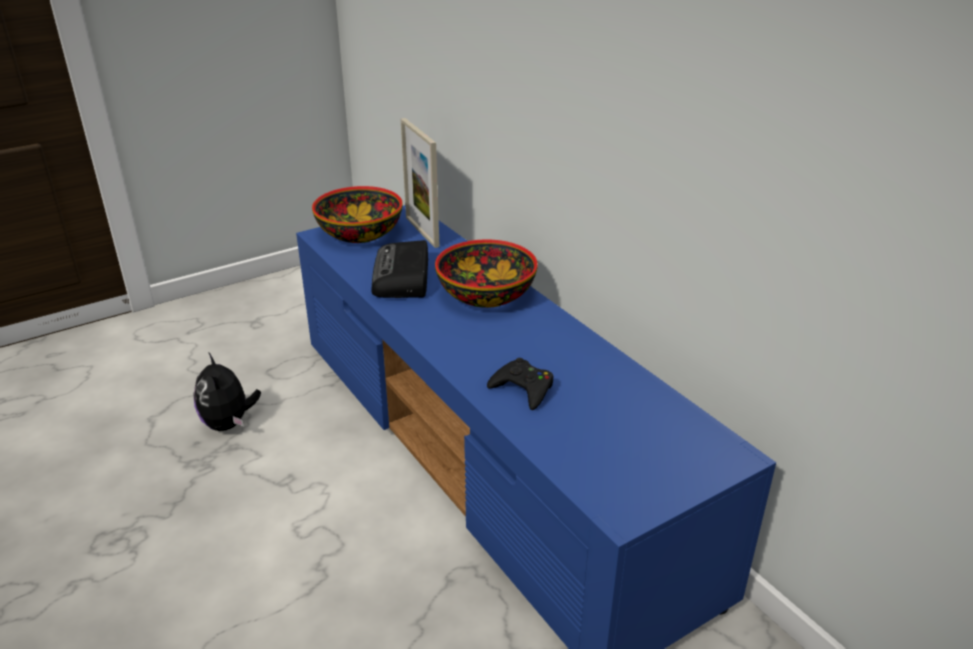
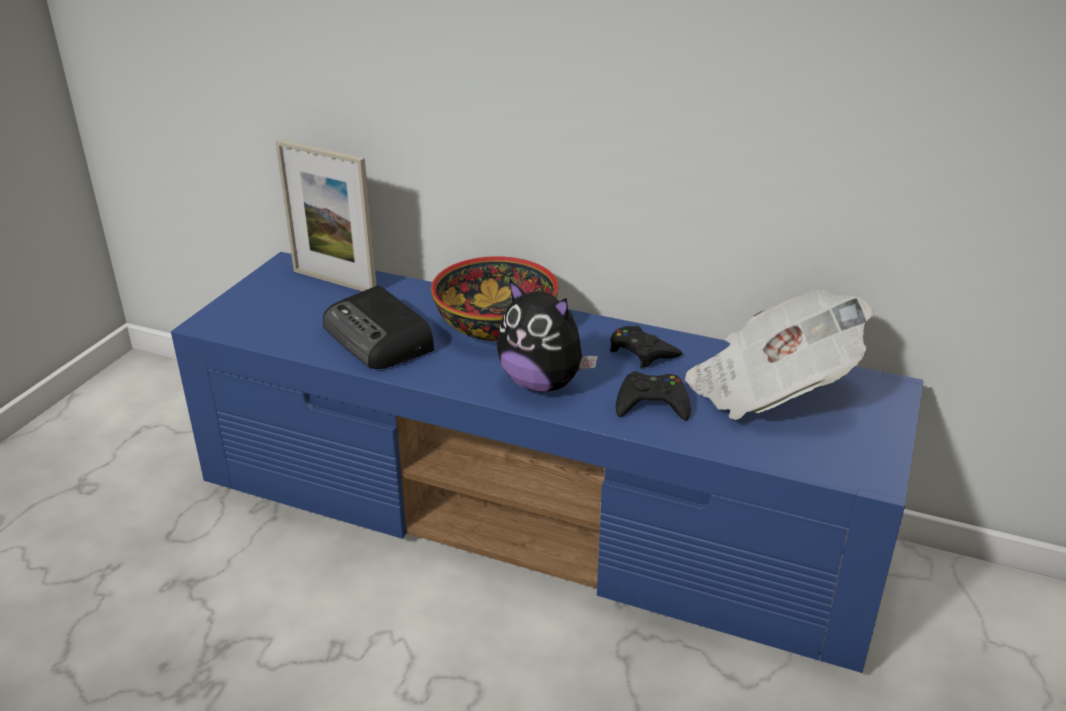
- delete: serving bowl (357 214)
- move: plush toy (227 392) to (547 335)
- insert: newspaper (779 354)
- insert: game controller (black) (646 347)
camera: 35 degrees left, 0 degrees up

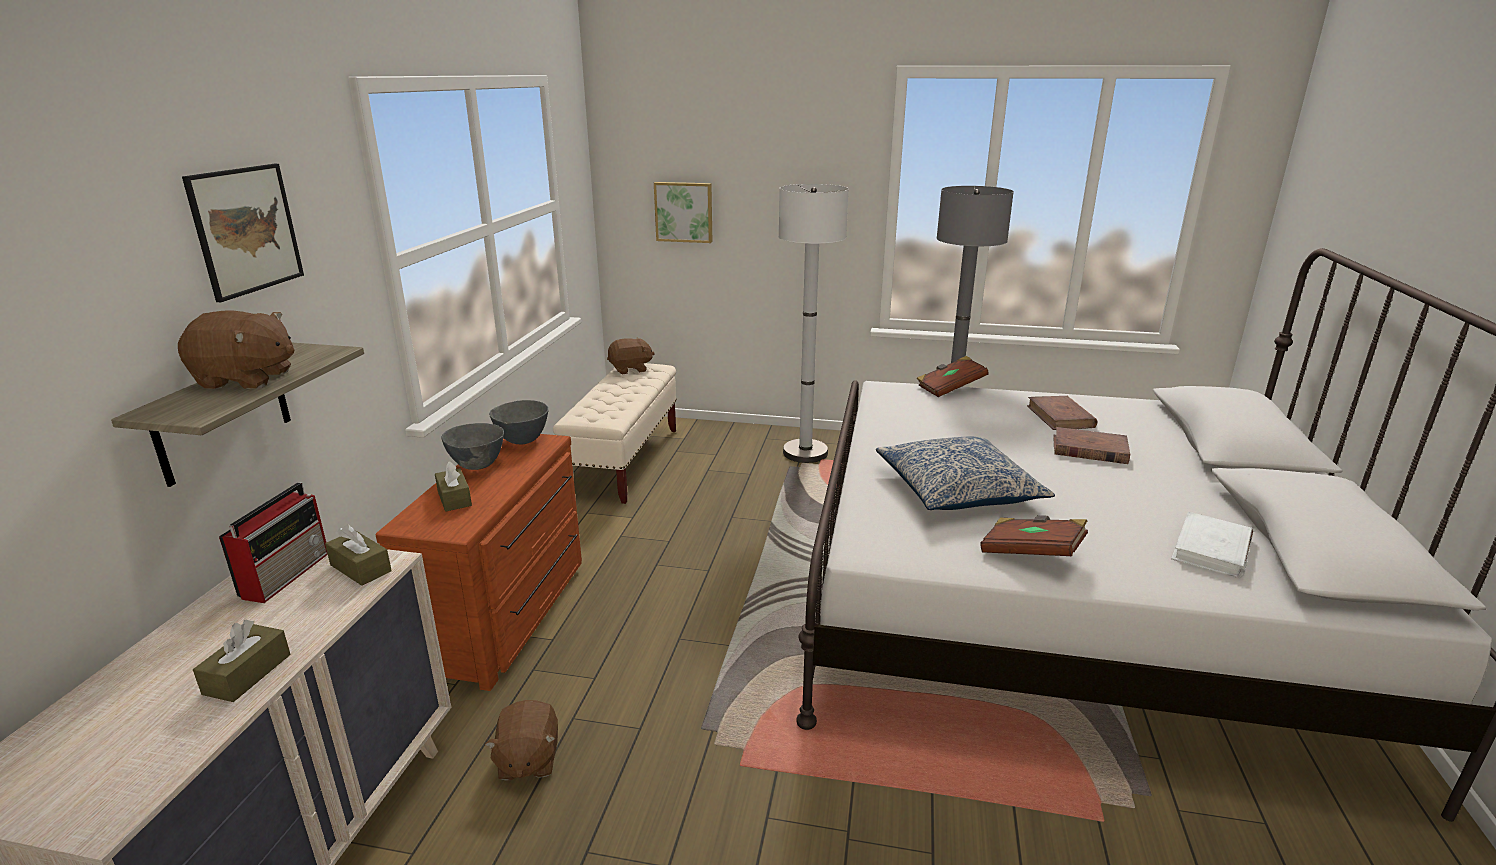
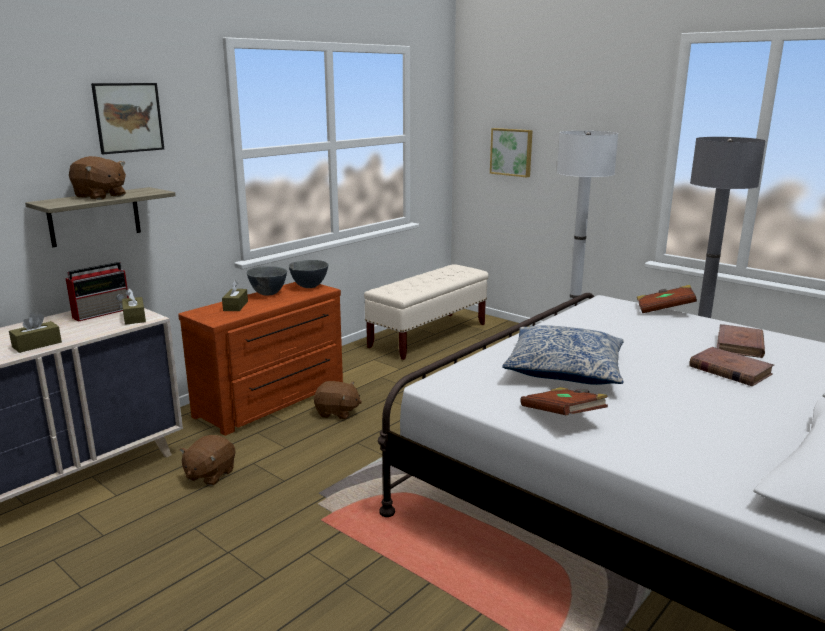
- move: plush toy (brown-coloured) (631 356) to (338 400)
- delete: bound book (white) (1212 545)
camera: 30 degrees right, 5 degrees down

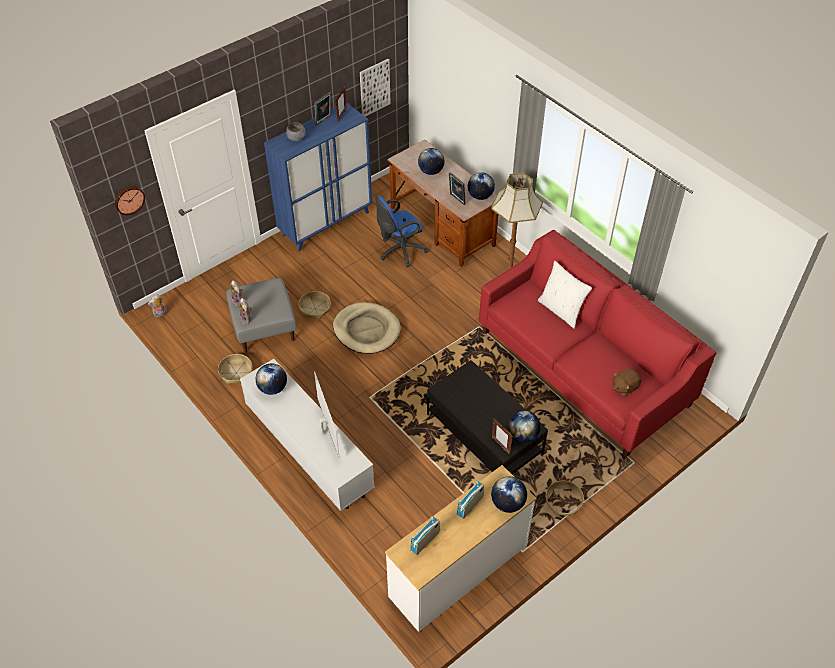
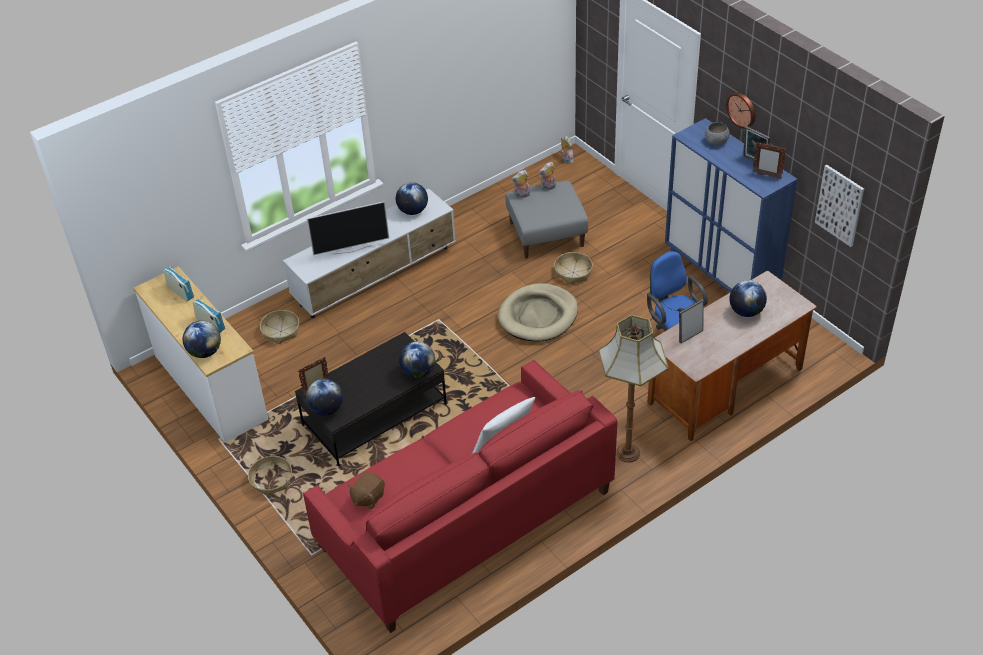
- move: world globe (481 186) to (417 359)
- move: clock on the wall (130 200) to (740 111)
- move: storage basket (235 369) to (279 327)
- rotate: plush toy (brown-coloured) (627 382) = (366 490) 120 degrees counterclockwise
camera: 95 degrees right, 5 degrees down

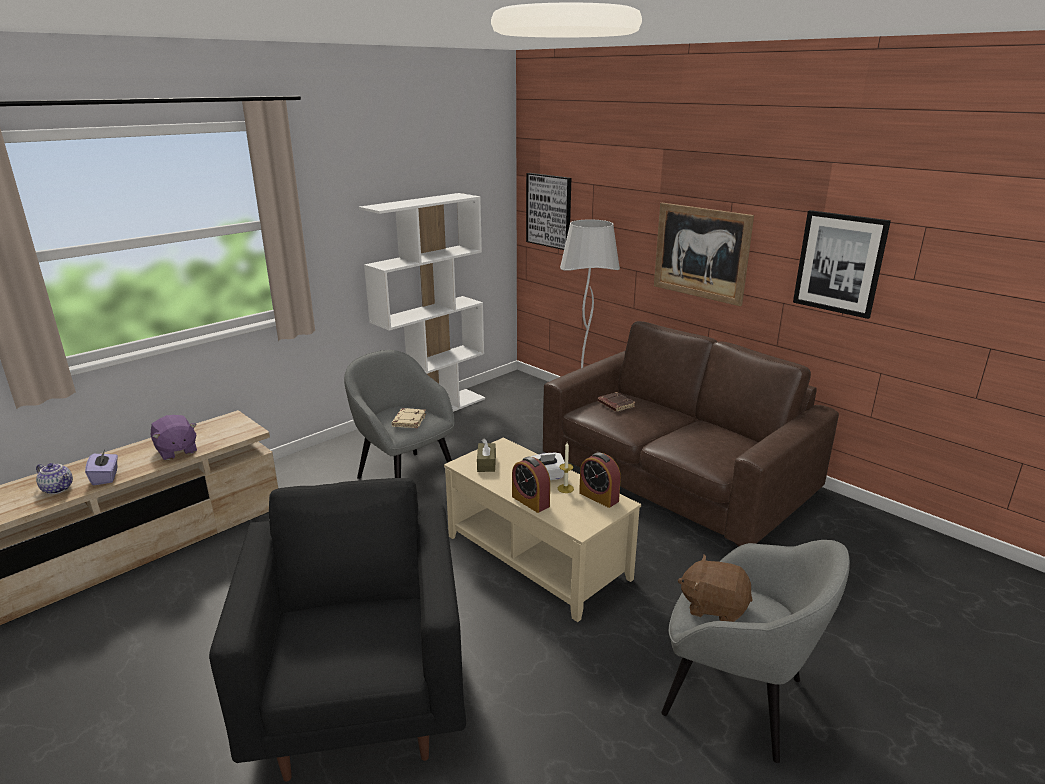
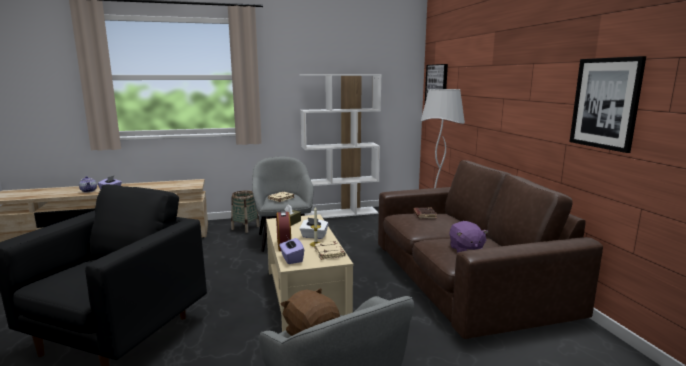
- delete: picture (704 254)
- move: plush toy (purplish) (174 437) to (468 237)
- replace: bedside clock (600 480) to bound book (beige-coloured) (330 250)
- insert: storage basket (245 212)
- insert: tissue holder (purplish) (291 251)
camera: 30 degrees right, 10 degrees down

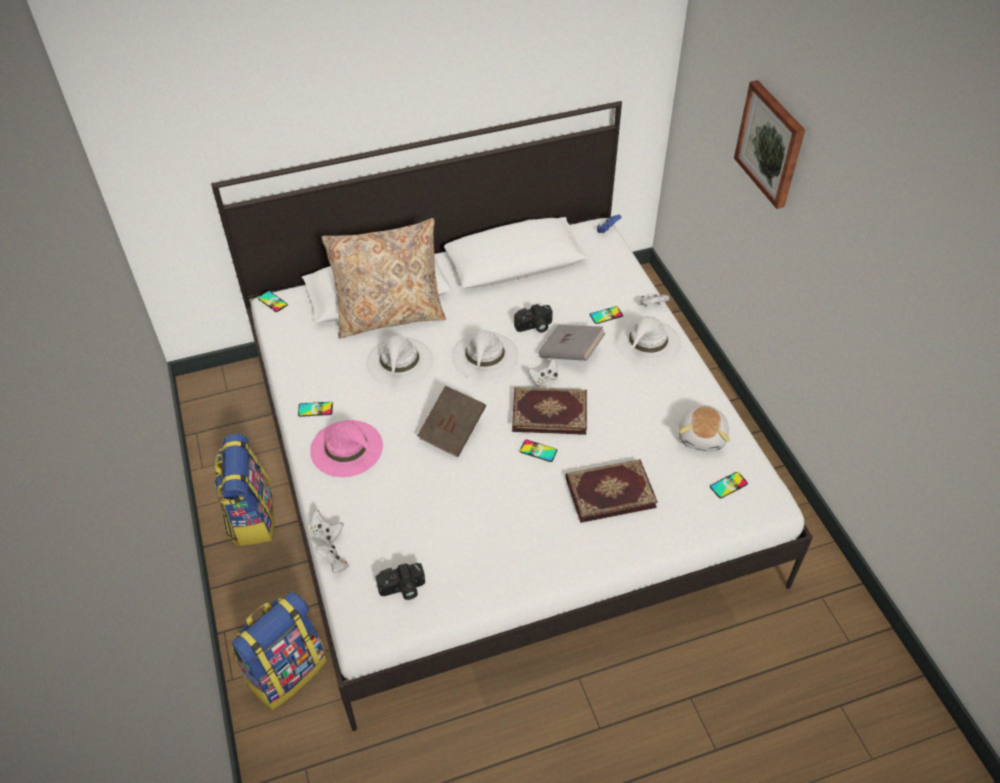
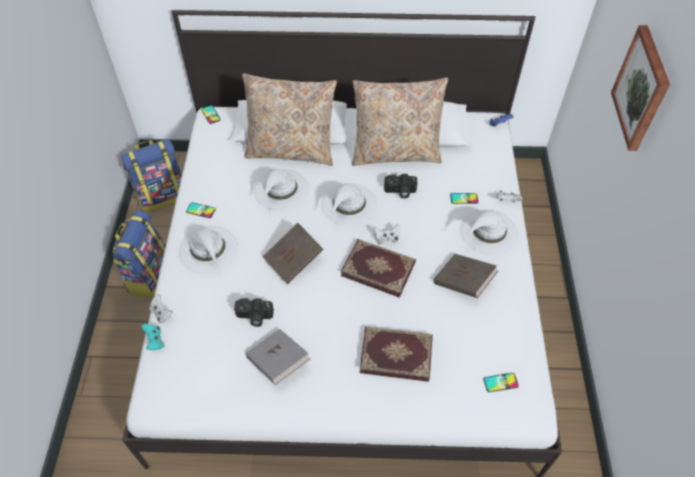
- move: bound book (grey) (572 343) to (278 357)
- delete: plush toy (703 428)
- recolor: clothing hat (pink) (346 448) to clothing hat (white) (208 250)
- delete: phone (538 450)
- recolor: game controller (white) (331 559) to game controller (turquoise-coloured) (152 337)
- move: still camera (400 581) to (254 312)
- move: knapsack (278 651) to (151 176)
- insert: pillow (beige-coloured) (400 122)
- insert: bound book (brown-coloured) (466 276)
camera: 20 degrees right, 5 degrees up

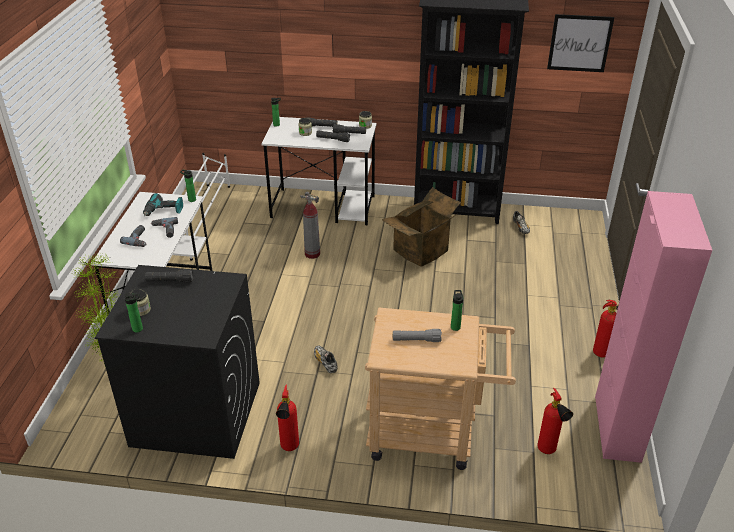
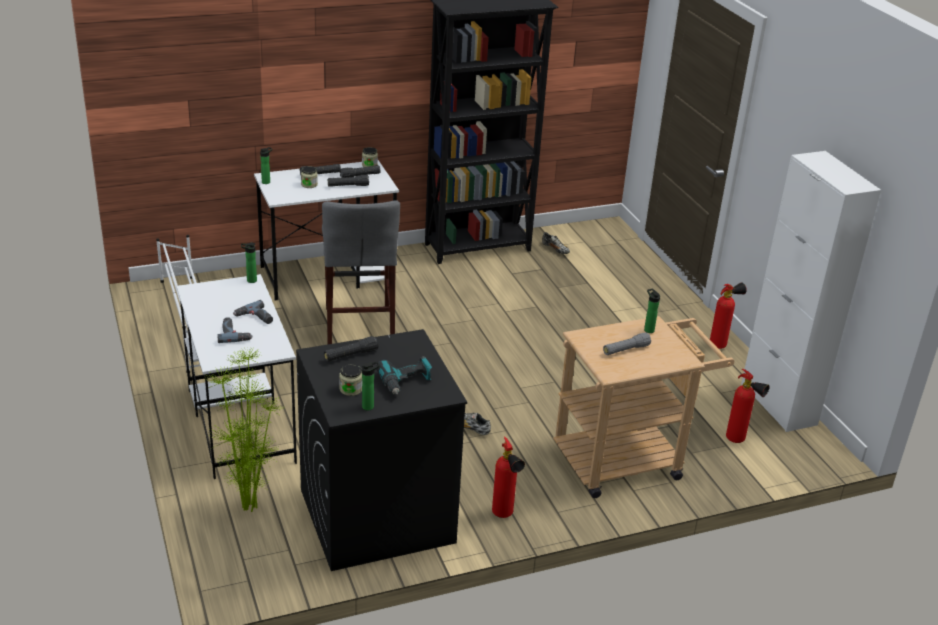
- delete: picture (580 43)
- delete: carton (421 227)
- recolor: storage cabinet (pink) (653 327) to storage cabinet (white) (811 291)
- replace: fire-fighting cylinder (310 225) to sitting stool (grey) (361 272)
- move: drill (163 204) to (404 375)
camera: 30 degrees left, 5 degrees down

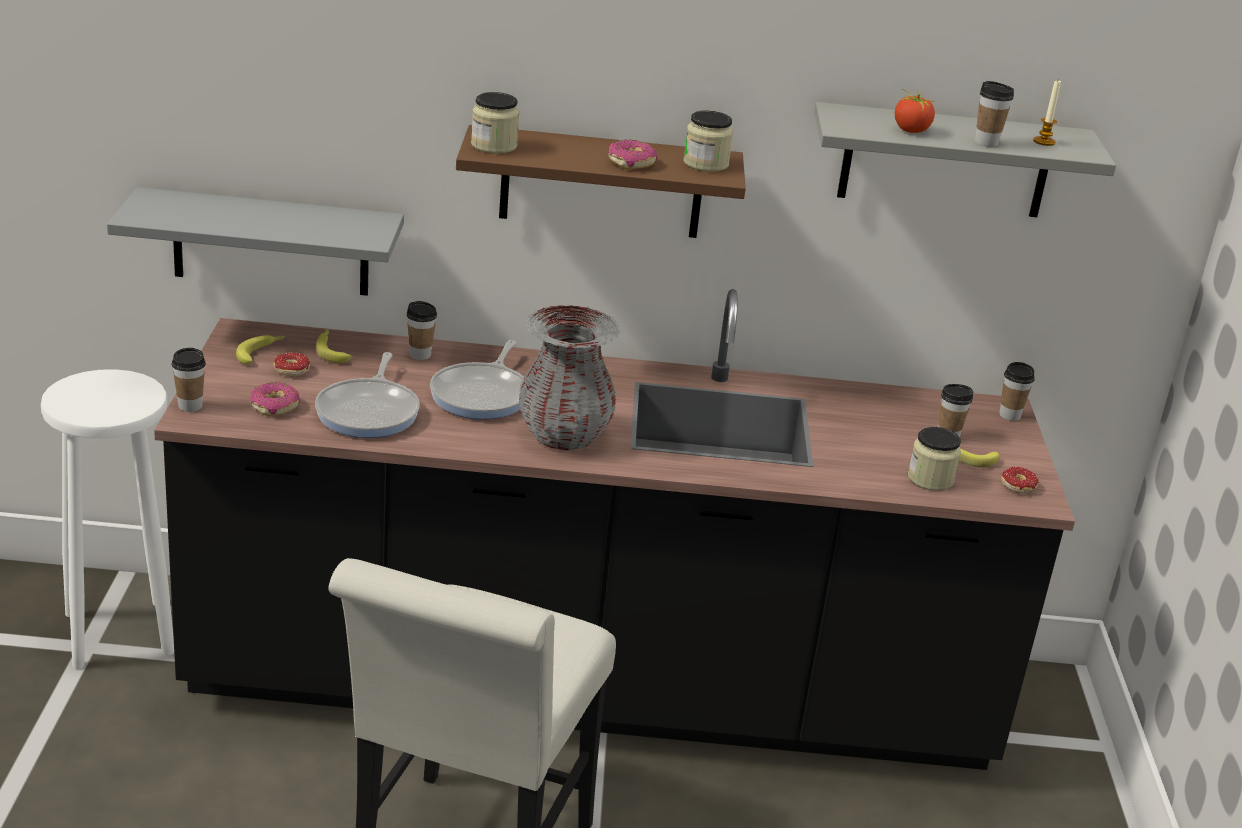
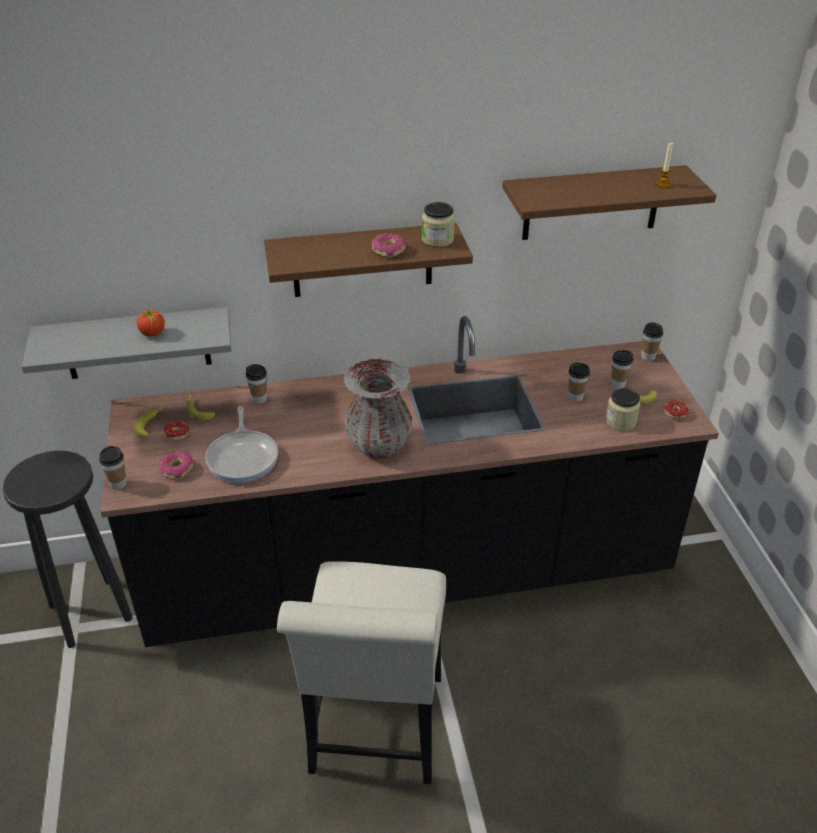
- move: small cup (994 114) to (579 382)
- move: tomato (915 110) to (150 321)
- delete: storage jar (495 123)
- recolor: bracket shelf (grey) (965 159) to bracket shelf (brown-coloured) (609 202)
- delete: skillet (477 379)
- recolor: sitting stool (white) (107 519) to sitting stool (black) (68 549)
camera: 10 degrees left, 10 degrees up

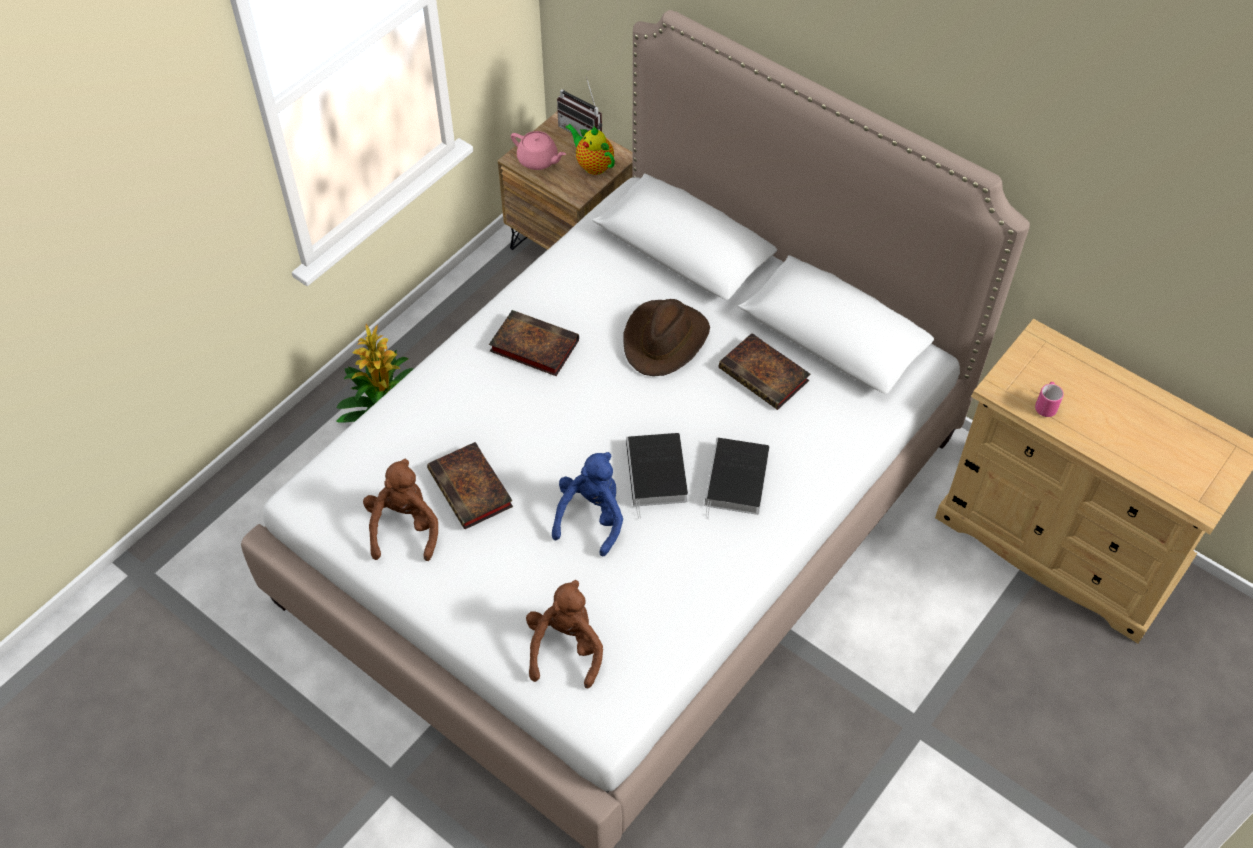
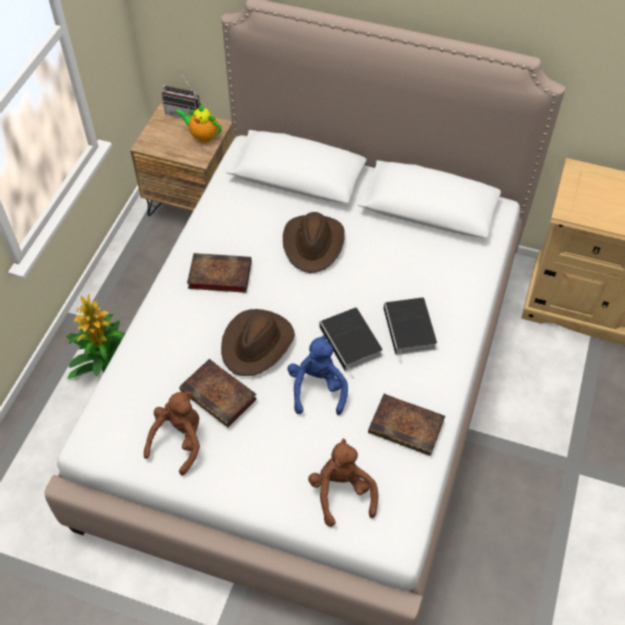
- delete: tea pot (pink) (538 150)
- move: bound book (764 371) to (406 425)
- delete: tea mug (pink) (1049 399)
- rotate: plush toy (brown-coloured) (400 510) = (172 433) 45 degrees clockwise
- insert: clothing hat (brown-coloured) (258 342)
camera: 20 degrees left, 0 degrees up

